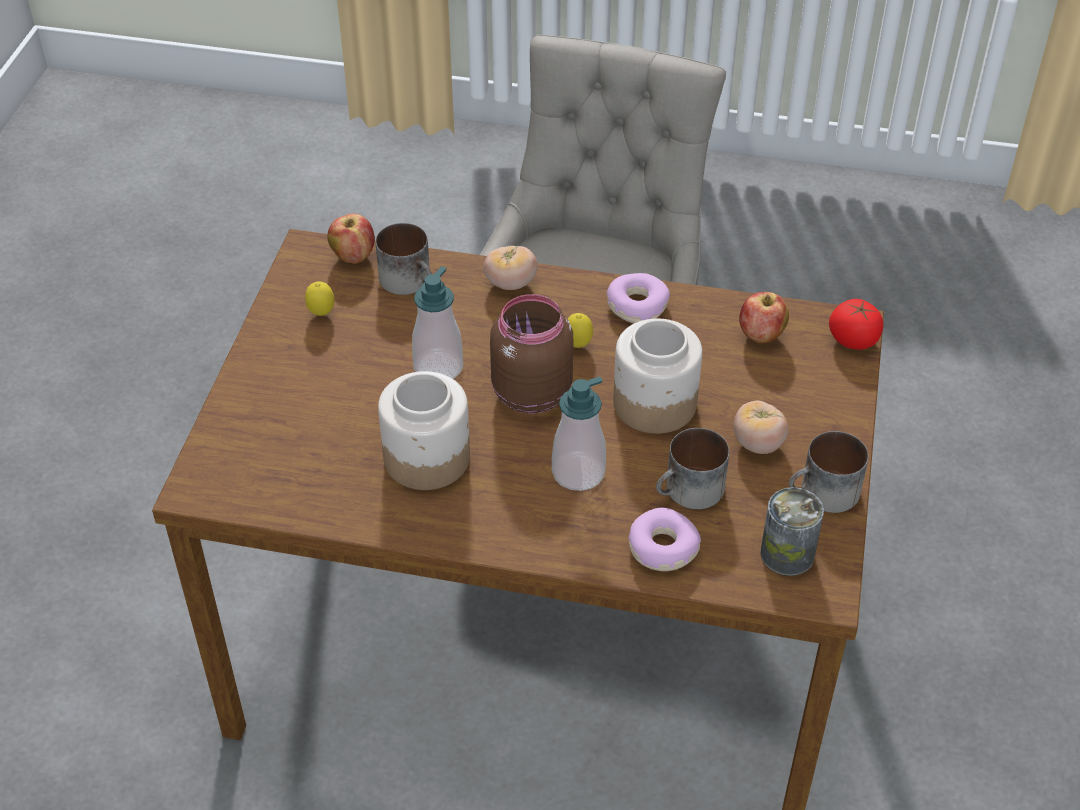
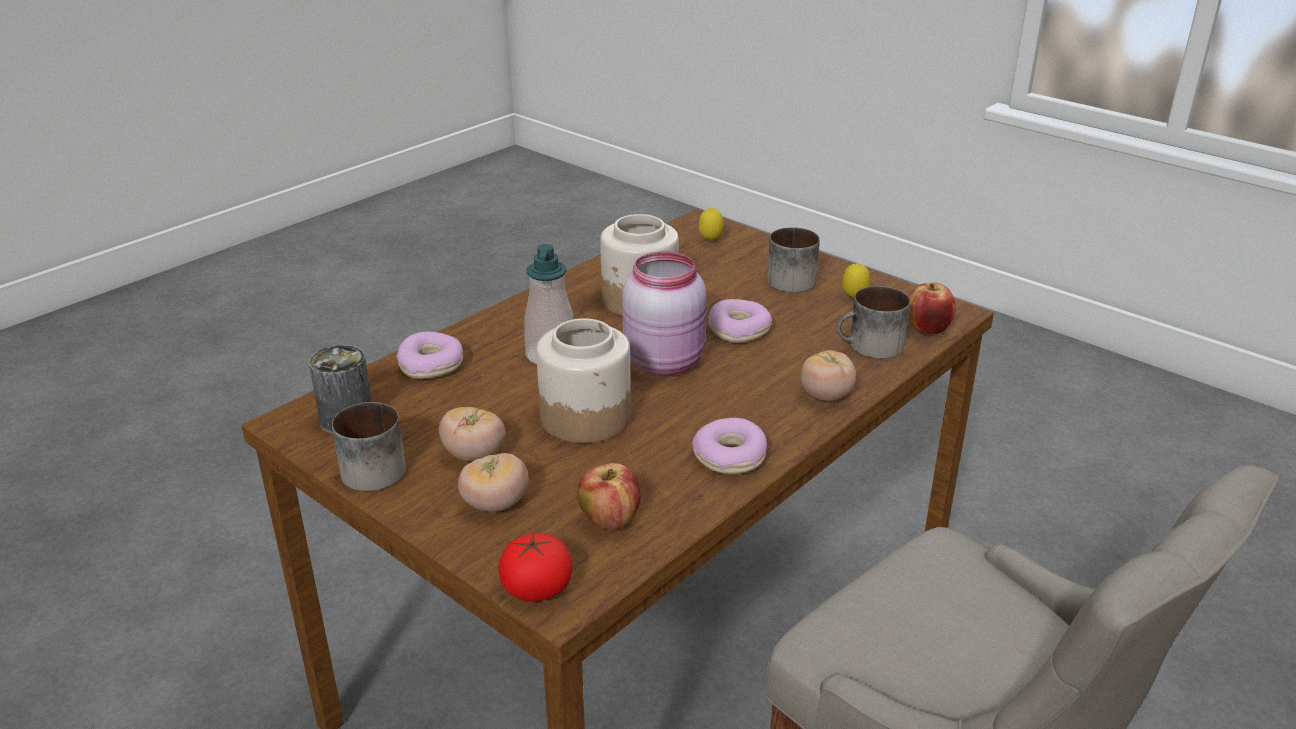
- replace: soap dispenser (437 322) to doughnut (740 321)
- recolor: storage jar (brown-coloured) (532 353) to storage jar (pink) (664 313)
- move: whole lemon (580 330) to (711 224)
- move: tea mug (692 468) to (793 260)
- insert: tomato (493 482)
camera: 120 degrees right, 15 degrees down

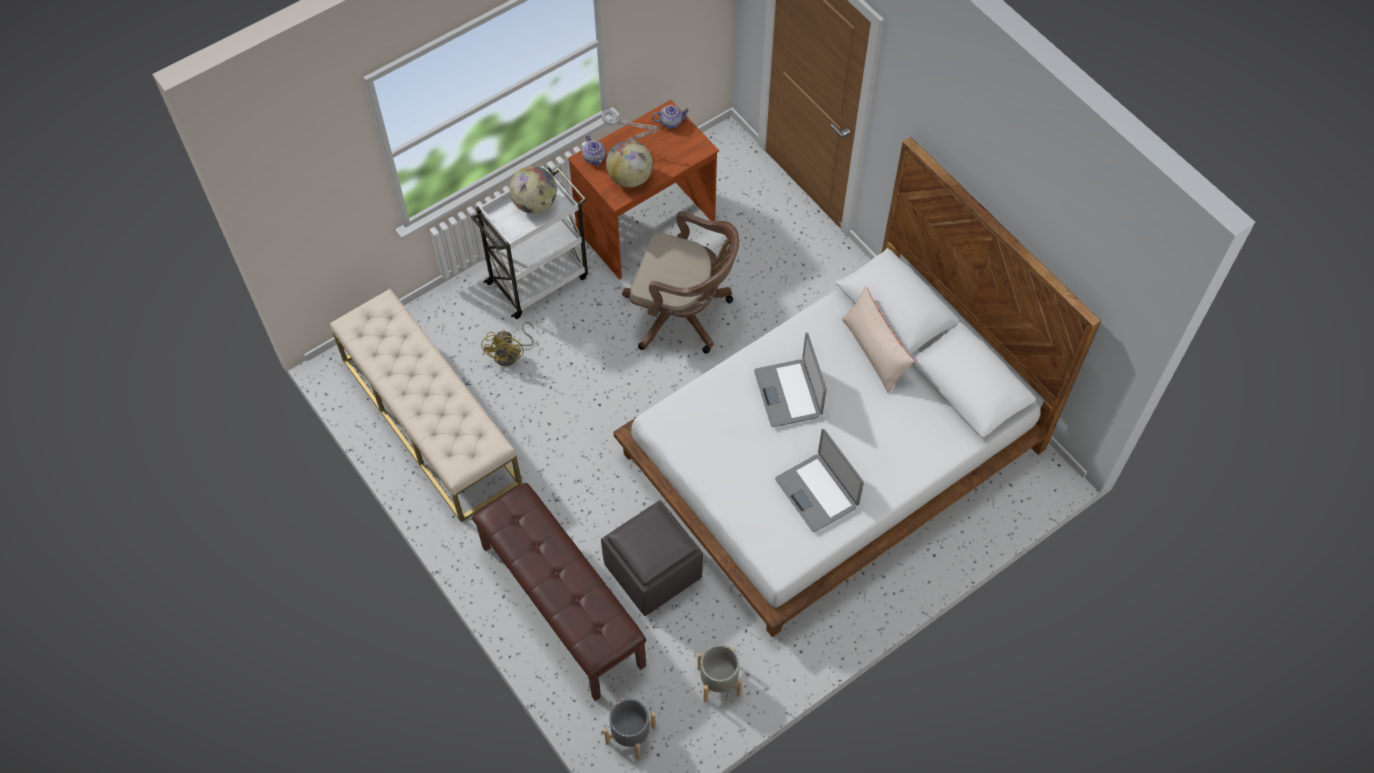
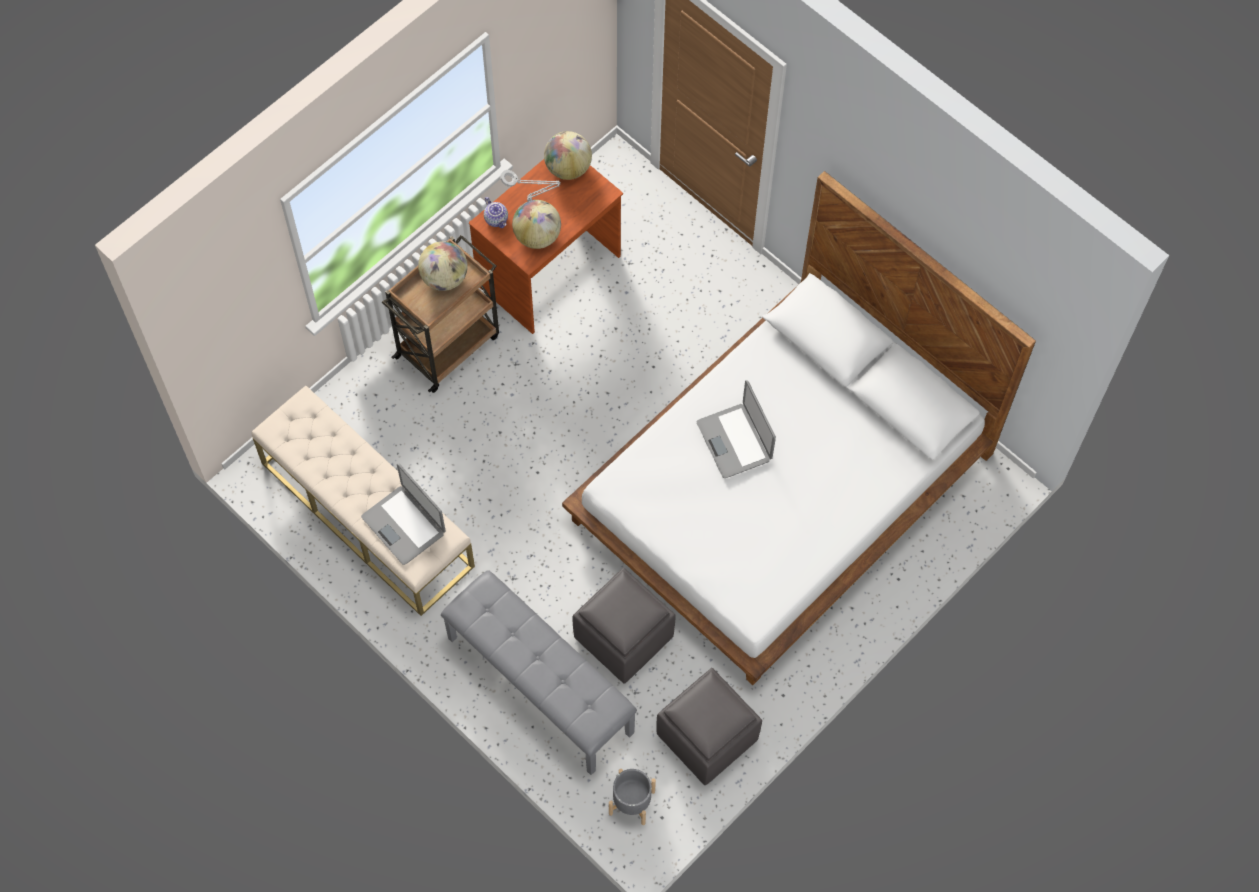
- replace: tea pot (671 117) to world globe (568 155)
- recolor: trolley (white) (529 243) to trolley (brown-coloured) (440 314)
- delete: computer chair (brown-coloured) (680 282)
- delete: pillow (beige-coloured) (877 339)
- delete: fan (yellowish) (507 344)
- move: notebook computer (819 480) to (403 514)
- recolor: indoor bench (brown-coloured) (559 592) to indoor bench (grey) (539 672)
- replace: planter (grey) (719 674) to ottoman (grey) (709 726)
camera: 10 degrees left, 5 degrees up

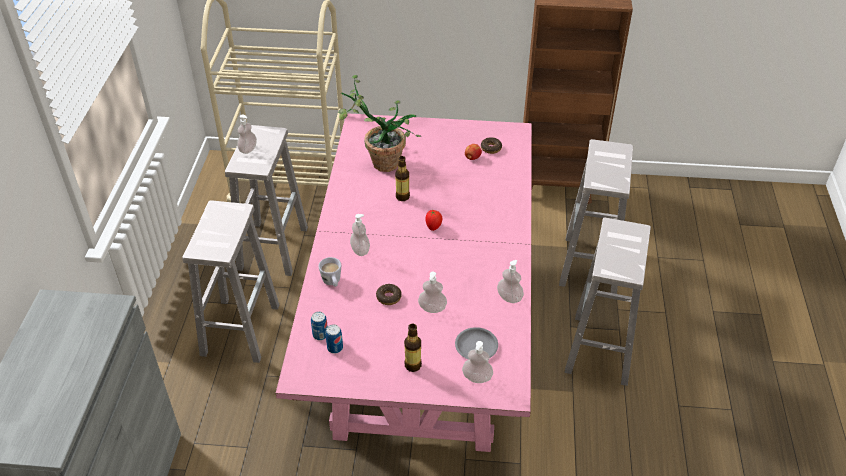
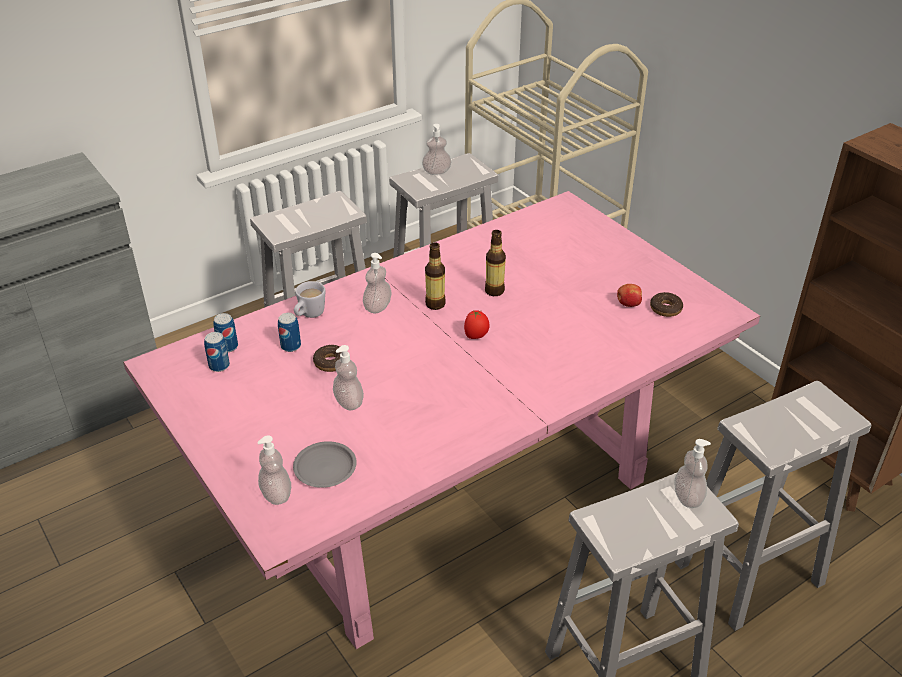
- delete: houseplant (379 123)
- move: soap dispenser (510 281) to (692 473)
- move: drink bottle (413 348) to (435 276)
- insert: sealed can (289 332)
camera: 50 degrees right, 5 degrees down

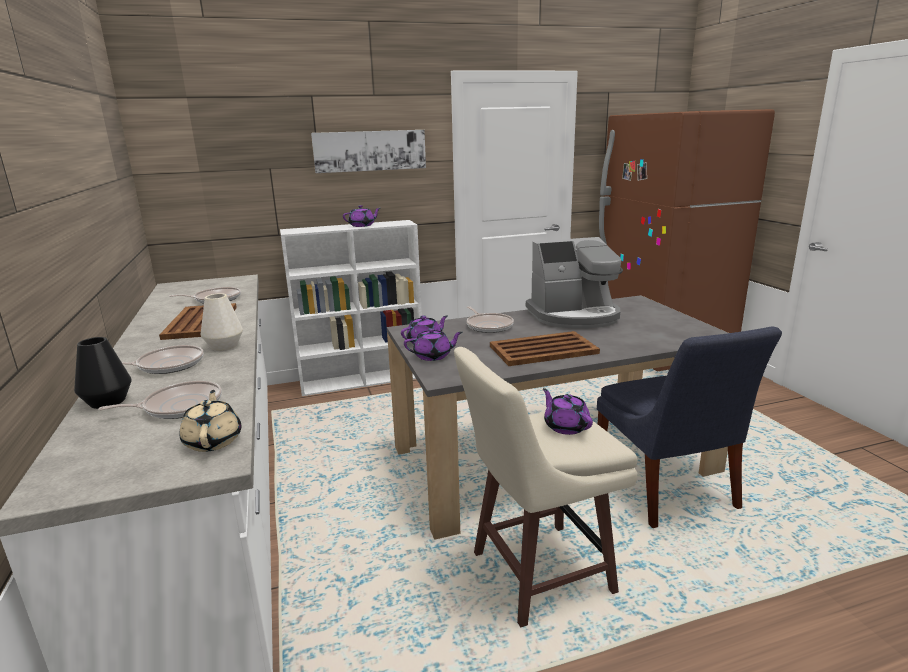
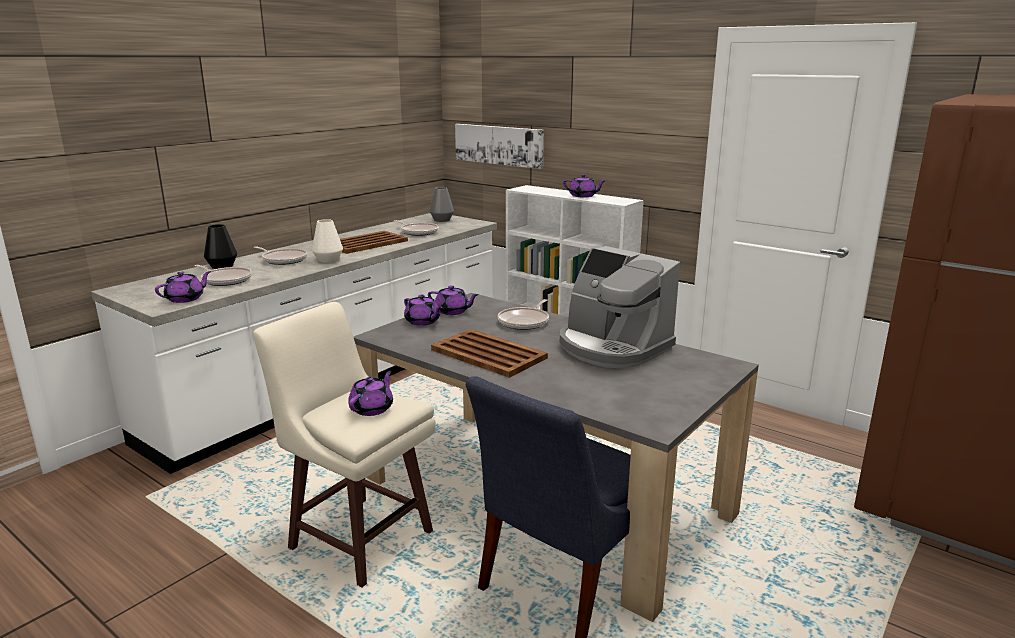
- move: picture (368 151) to (499 146)
- recolor: tea pot (beige-coloured) (210 421) to tea pot (purplish) (183 287)
- insert: flower vase (grey) (442 204)
camera: 55 degrees right, 0 degrees up

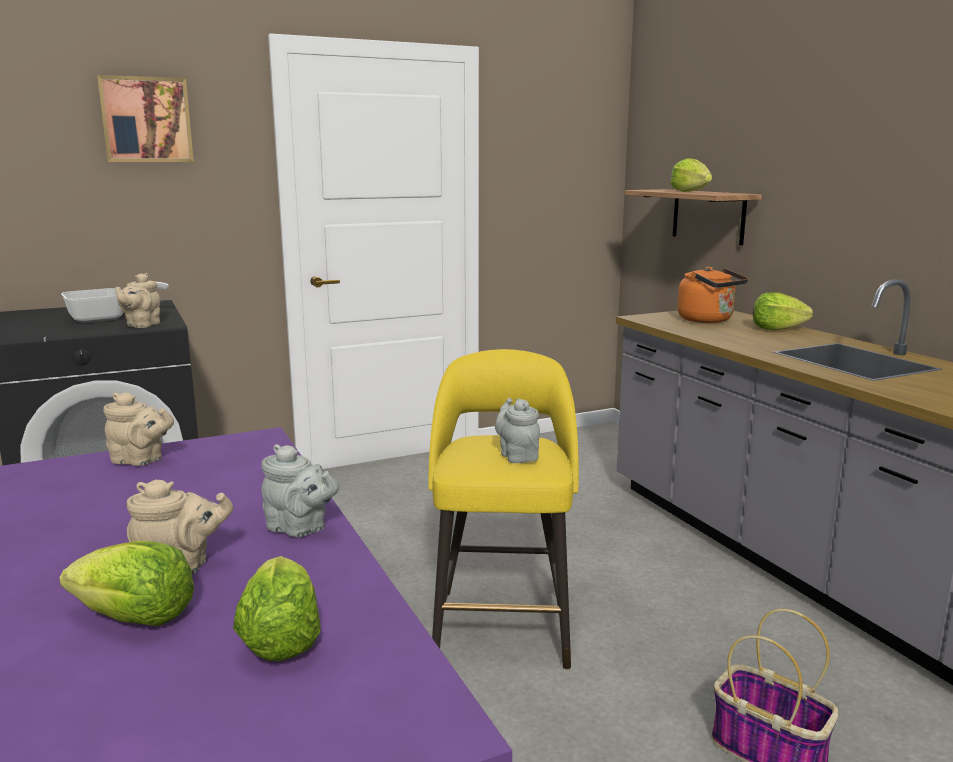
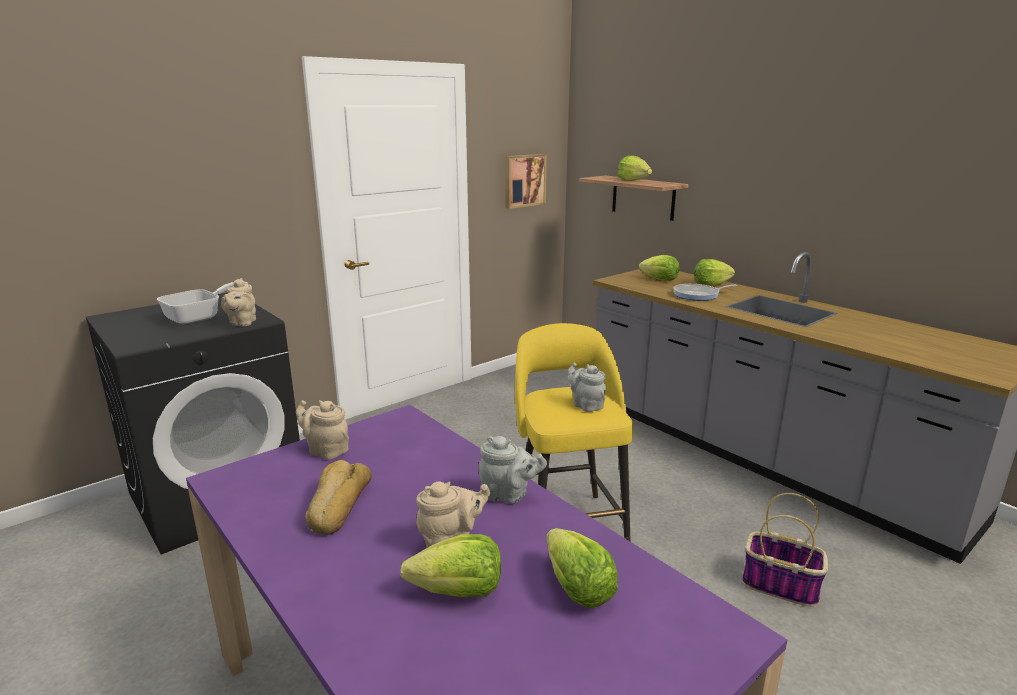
- move: picture (145 118) to (526 181)
- replace: water kettle (orange) (712 295) to lettuce head (659 268)
- rotate: tea pot (beige-coloured) (138 429) = (322 430) 150 degrees counterclockwise
- insert: skillet (705 292)
- insert: bakery bread (338 497)
camera: 15 degrees left, 5 degrees up

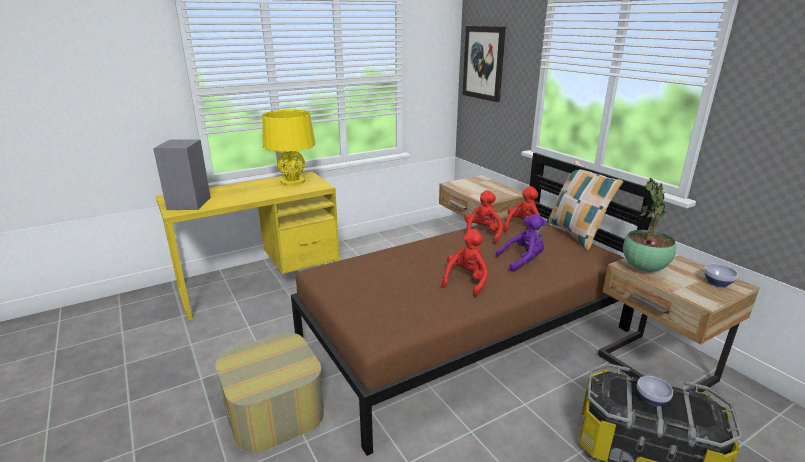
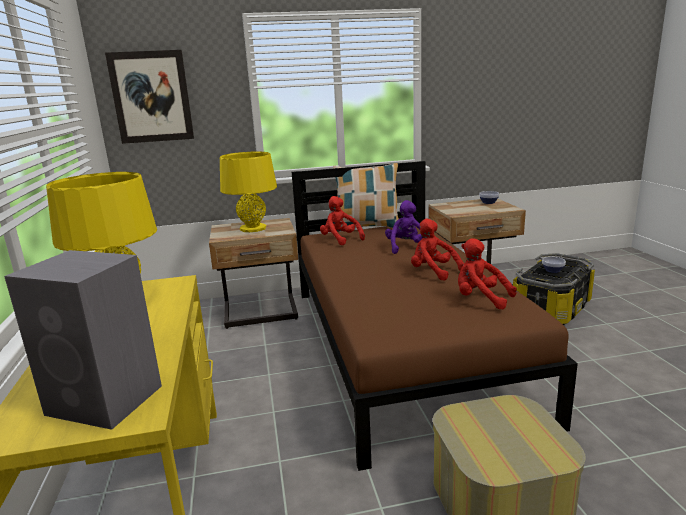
- delete: houseplant (649 225)
- move: plush toy (reddish) (483 217) to (487 273)
- insert: tabletop lamp (yellowish) (248 191)
camera: 70 degrees left, 5 degrees down

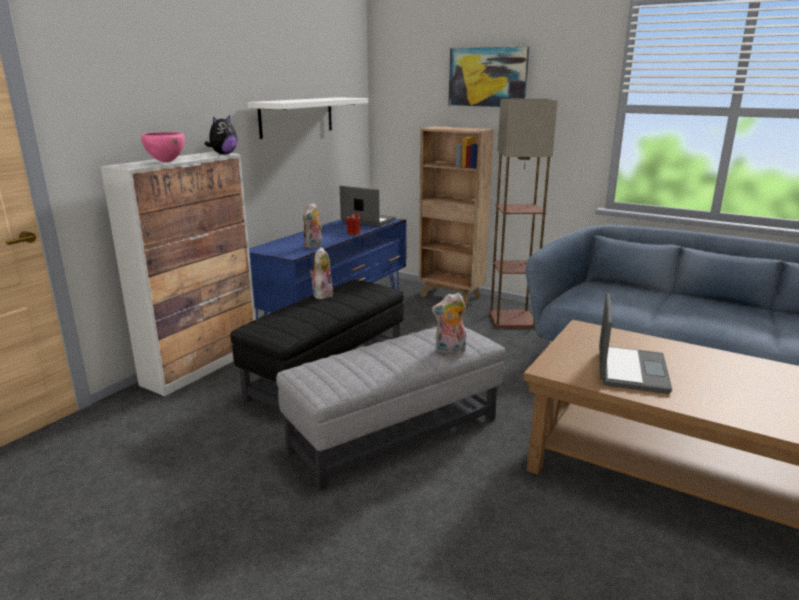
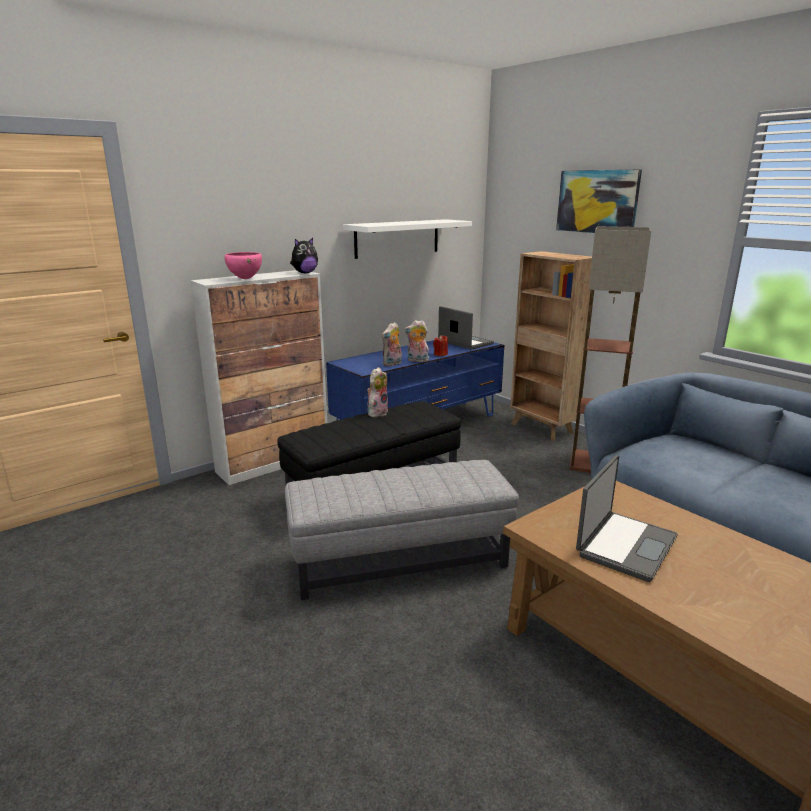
- move: plush toy (449 324) to (417 341)
camera: 20 degrees right, 0 degrees up

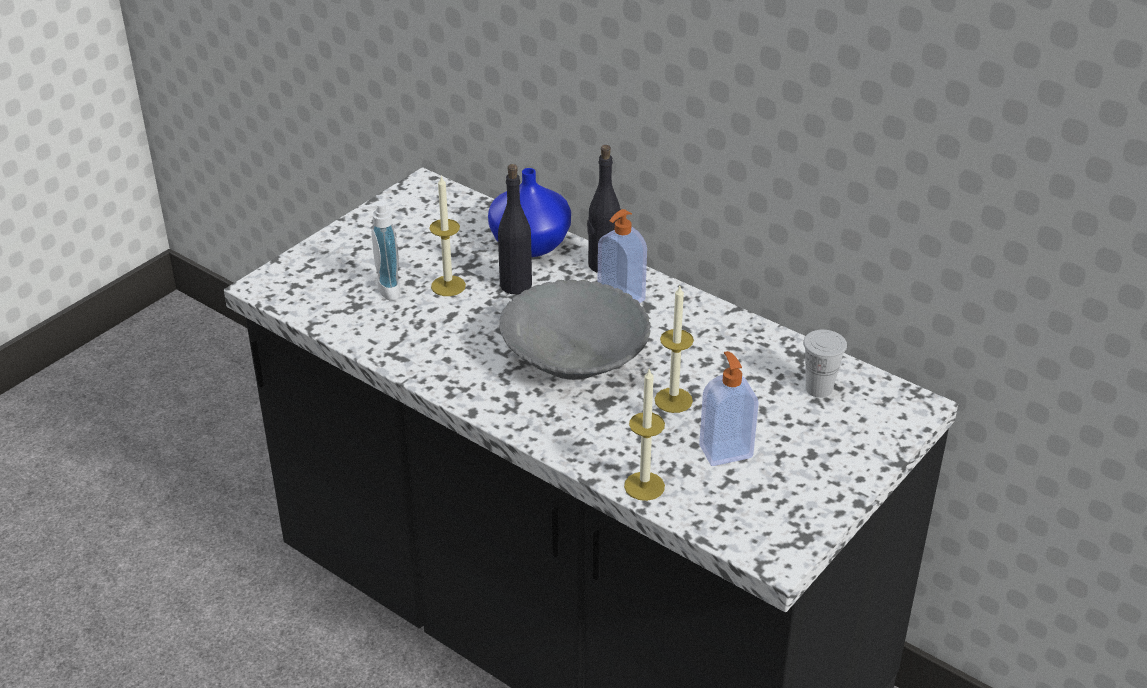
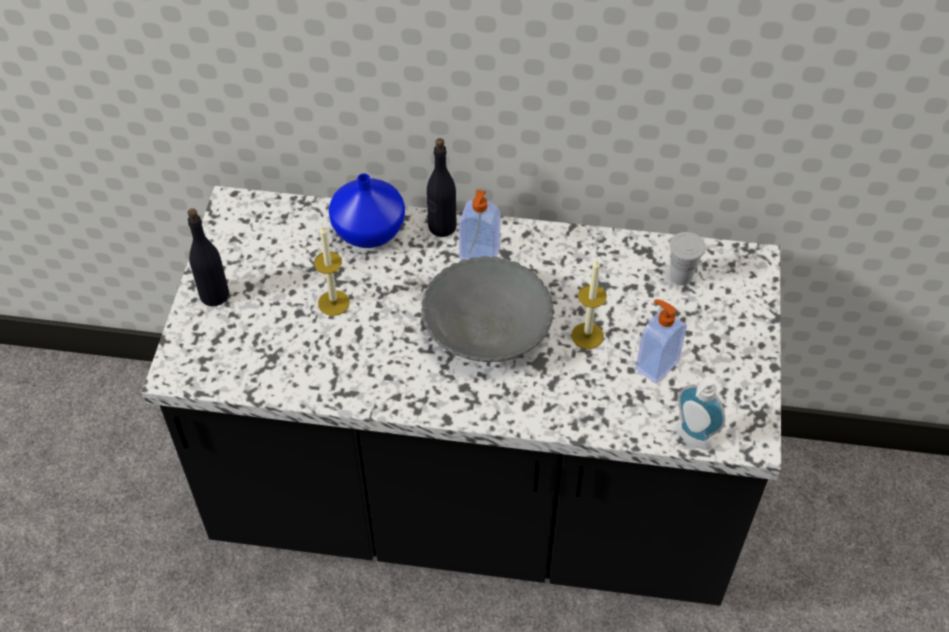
- move: drink bottle (black) (515 229) to (208 257)
- move: soap dispenser (380 251) to (700 413)
- delete: wax light (644 434)
camera: 30 degrees left, 15 degrees up

